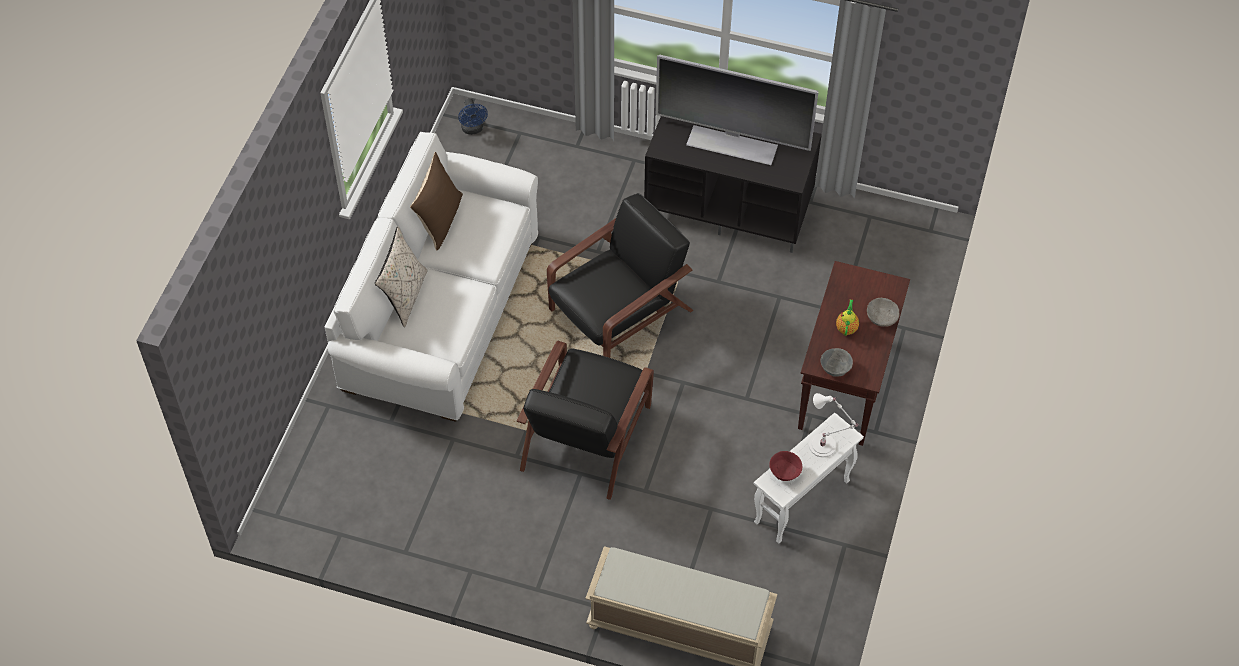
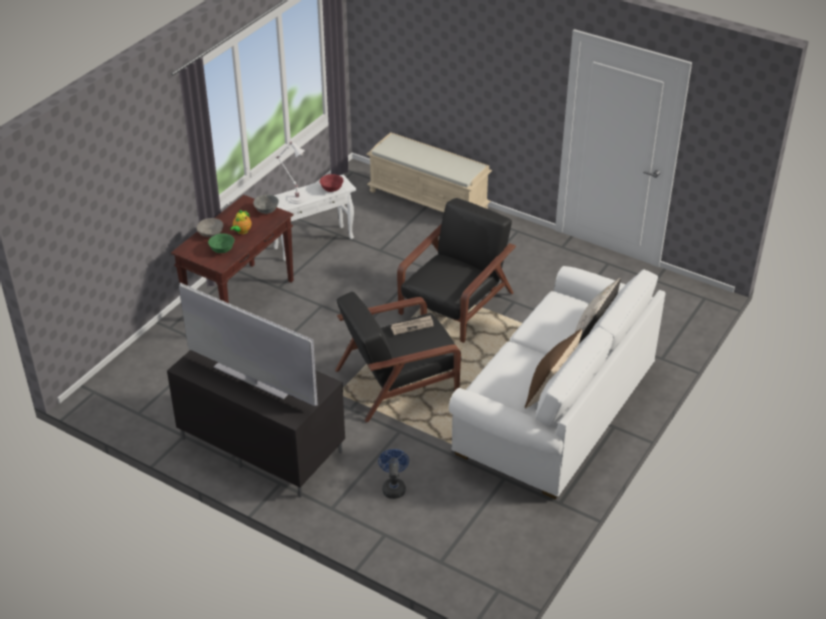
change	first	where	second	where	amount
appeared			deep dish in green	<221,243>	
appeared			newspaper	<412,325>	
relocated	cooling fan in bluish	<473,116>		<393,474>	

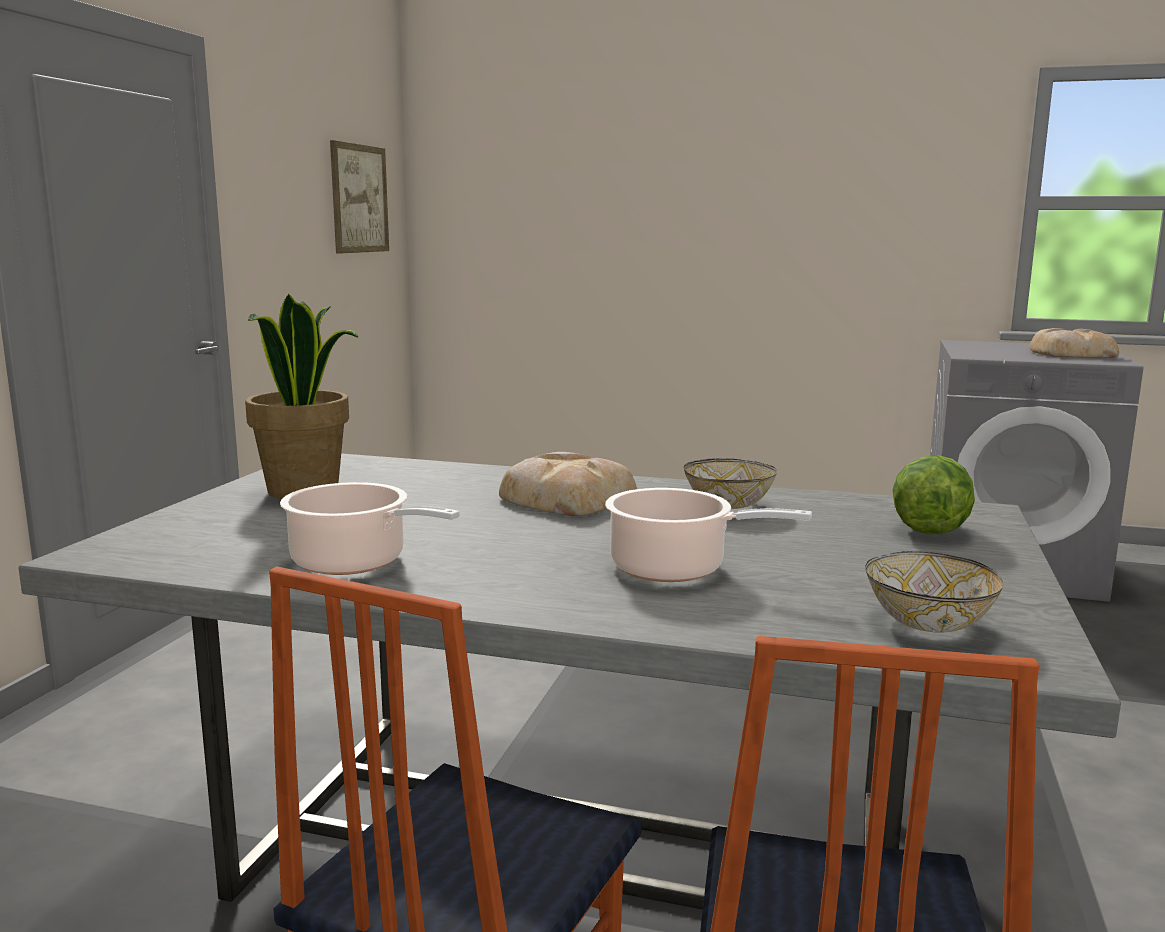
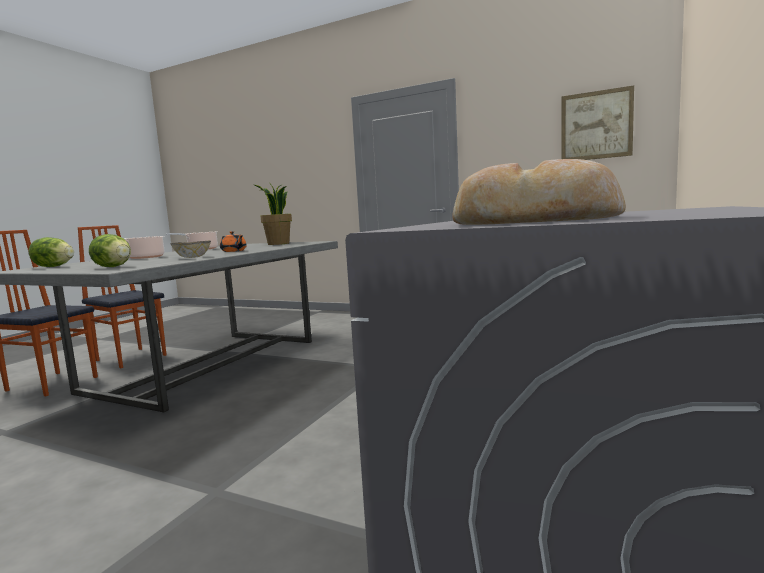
change	first	where	second	where	amount
exchanged	bakery bread	<568,484>	tea pot in orange-coloured	<233,241>	
exchanged	deep dish	<934,592>	head of lettuce	<51,252>	

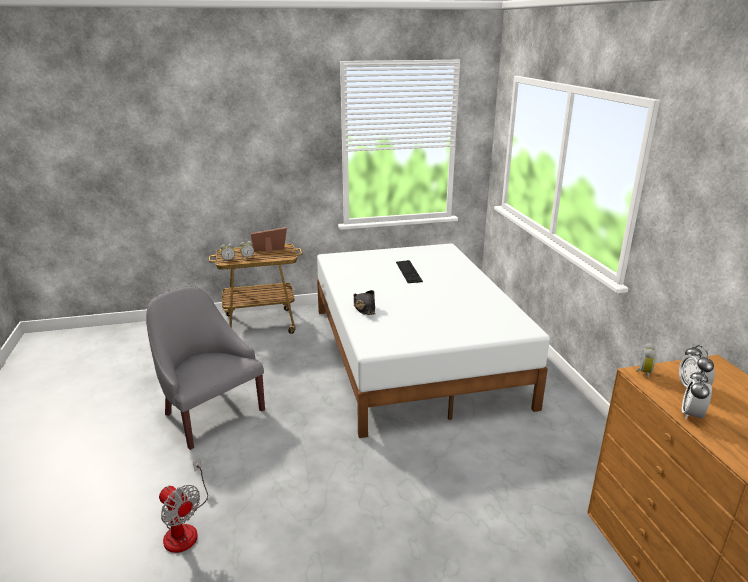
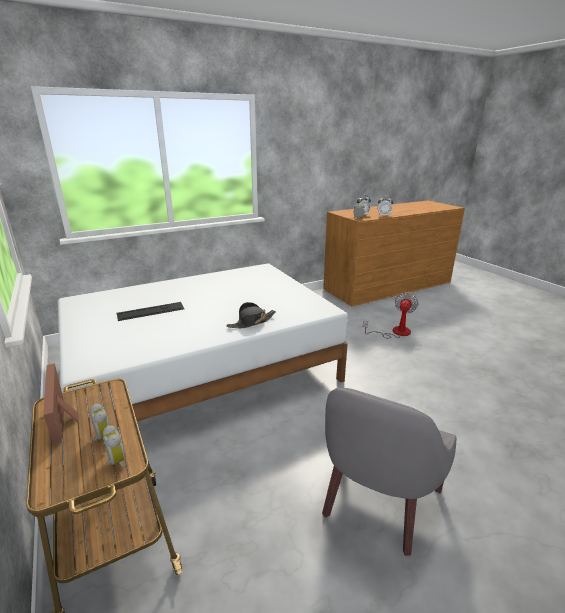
change	first	where	second	where	amount
relocated	cooling fan	<183,505>		<390,315>	

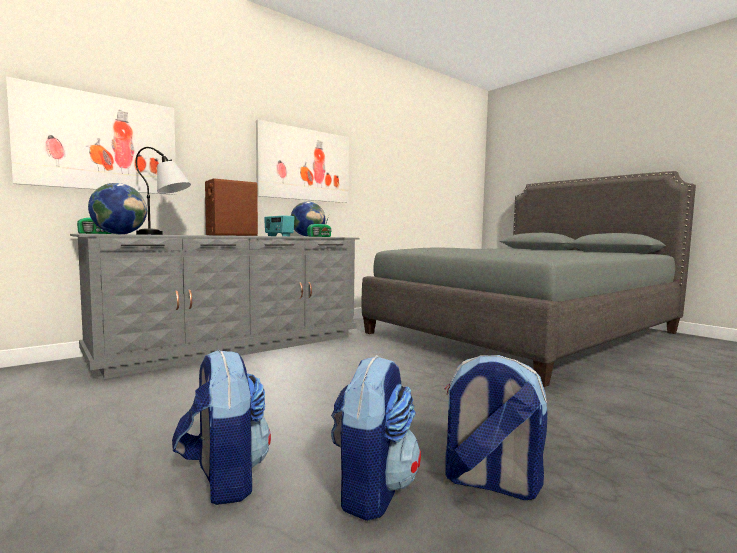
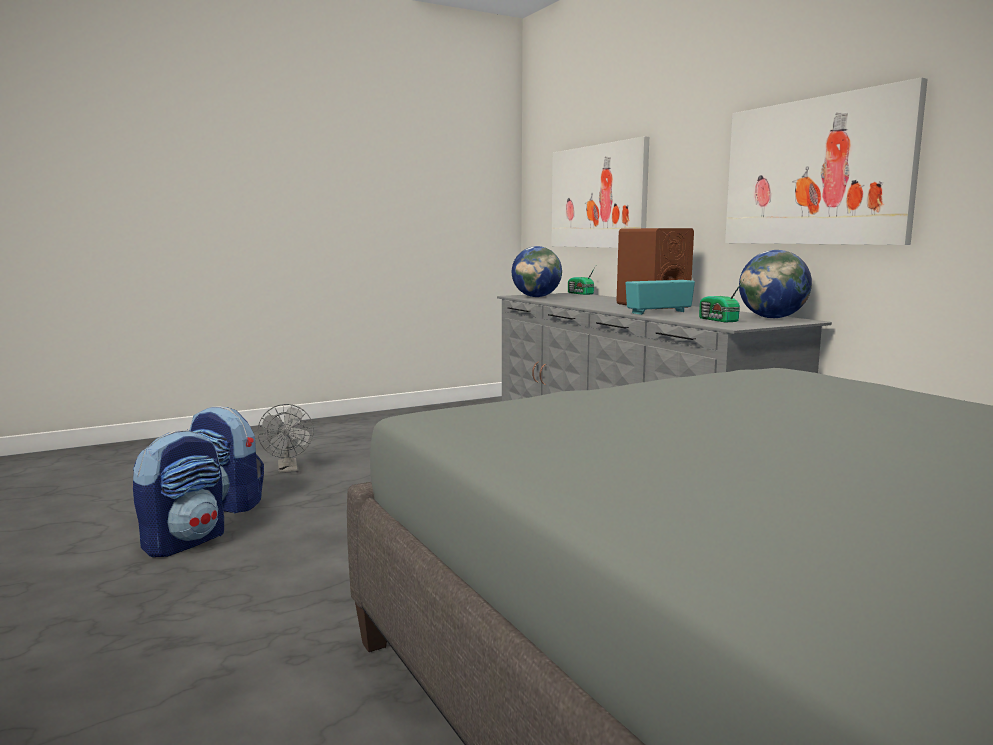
change	first	where	second	where	amount
missing	lamp for a table	<163,191>			
exchanged	rucksack	<221,427>	cooling fan in gray	<285,438>	

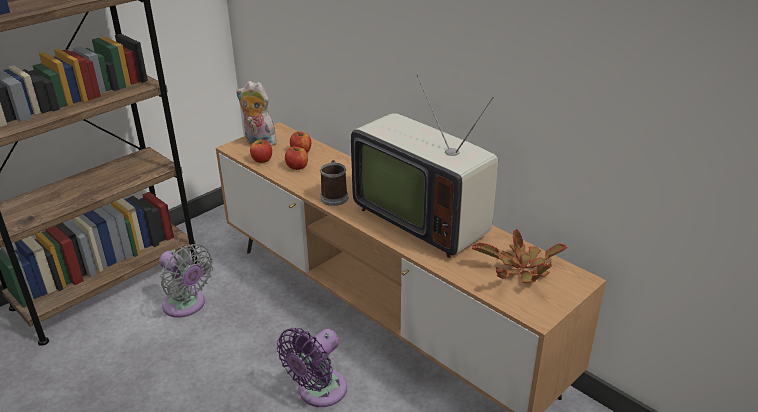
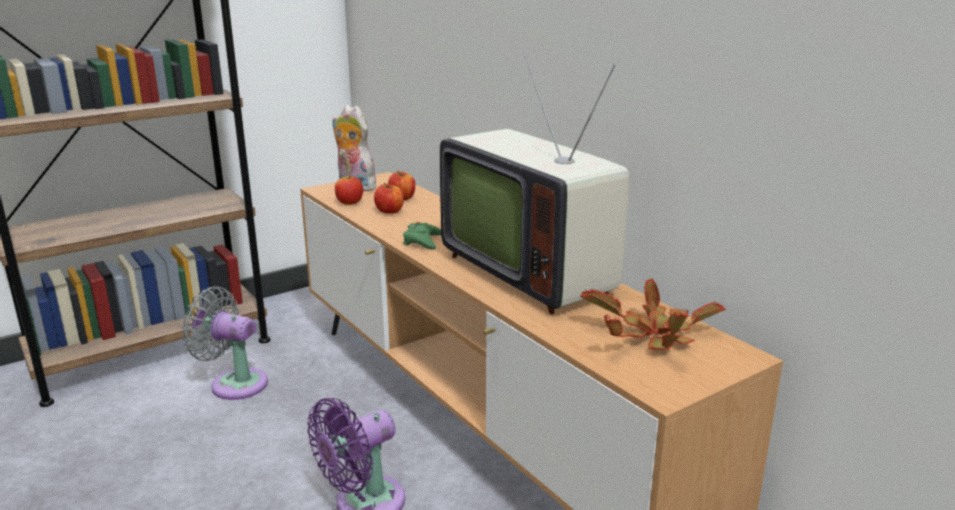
change	first	where	second	where	amount
exchanged	tea mug	<334,183>	game controller in green	<422,236>	
spun	cooling fan in gray	<186,281>		<225,343>	150 degrees clockwise

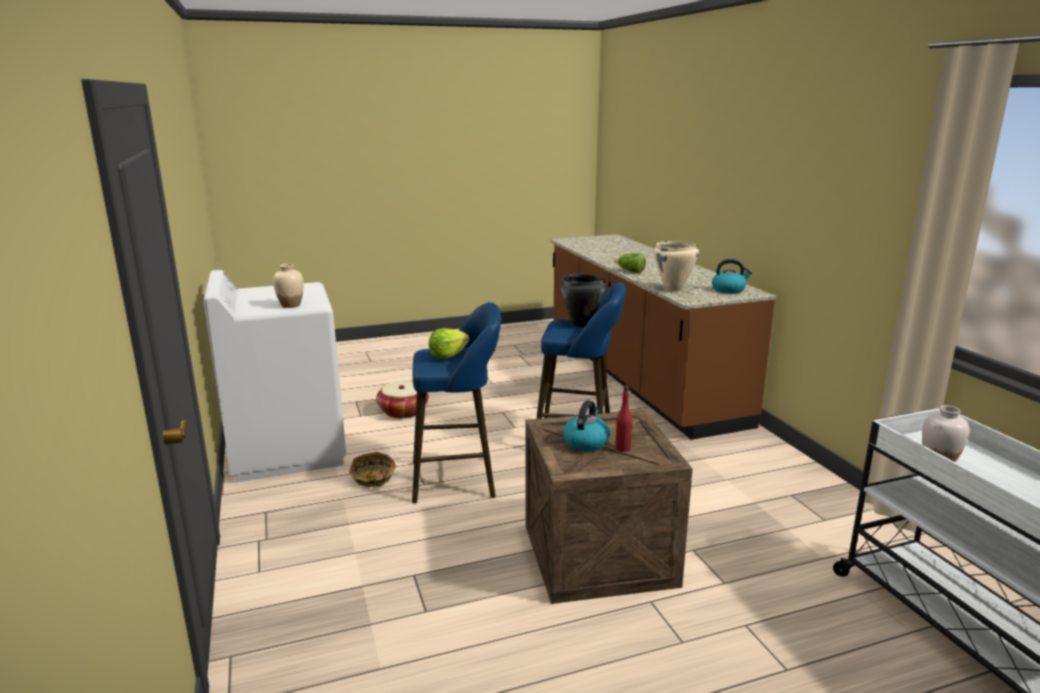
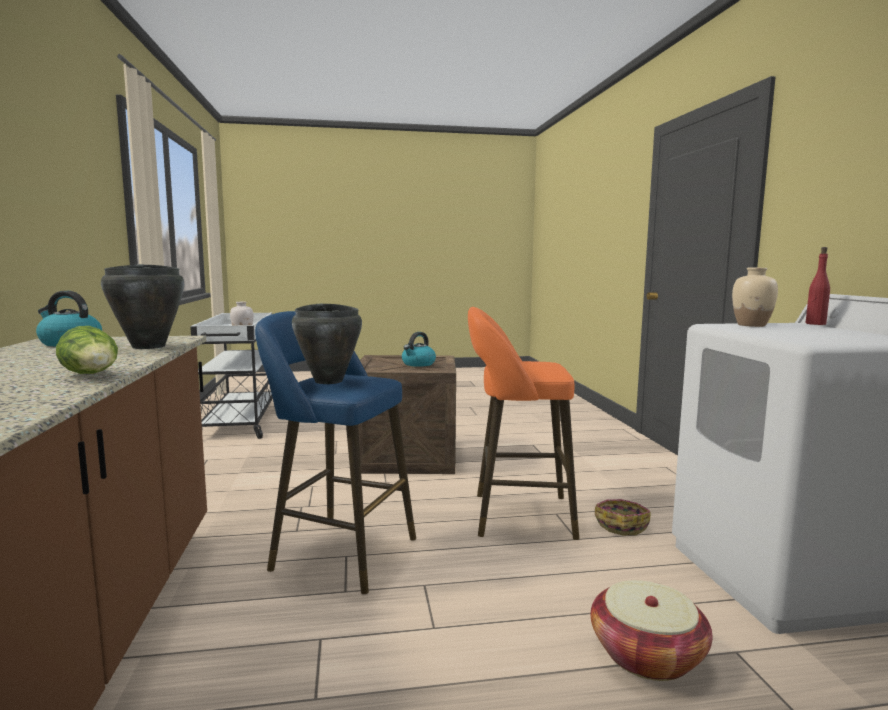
change	first	where	second	where	amount
missing	head of lettuce	<449,343>			
relocated	bottle in red	<624,418>		<817,286>	
colour	stool in bluish	<456,402>	stool in orange-coloured	<523,423>	
colour	stockpot in beige	<676,266>	stockpot in black	<142,306>	

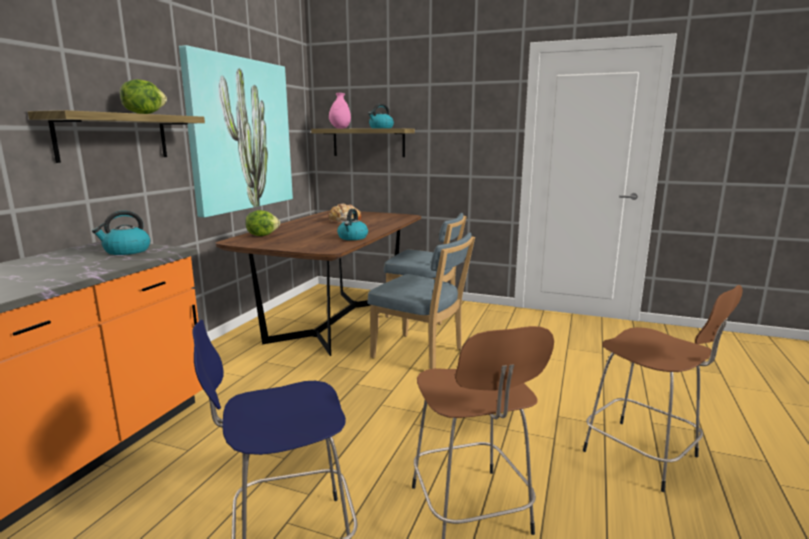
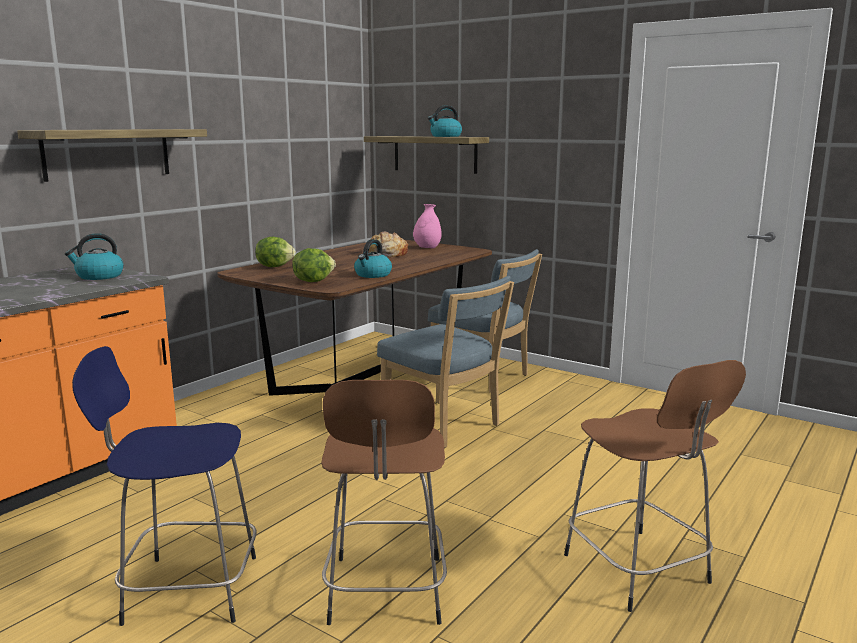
change	first	where	second	where	amount
missing	wall picture	<236,131>			
relocated	head of lettuce	<143,96>		<314,265>	
relocated	decorative vase in pinkish	<340,111>		<427,226>	

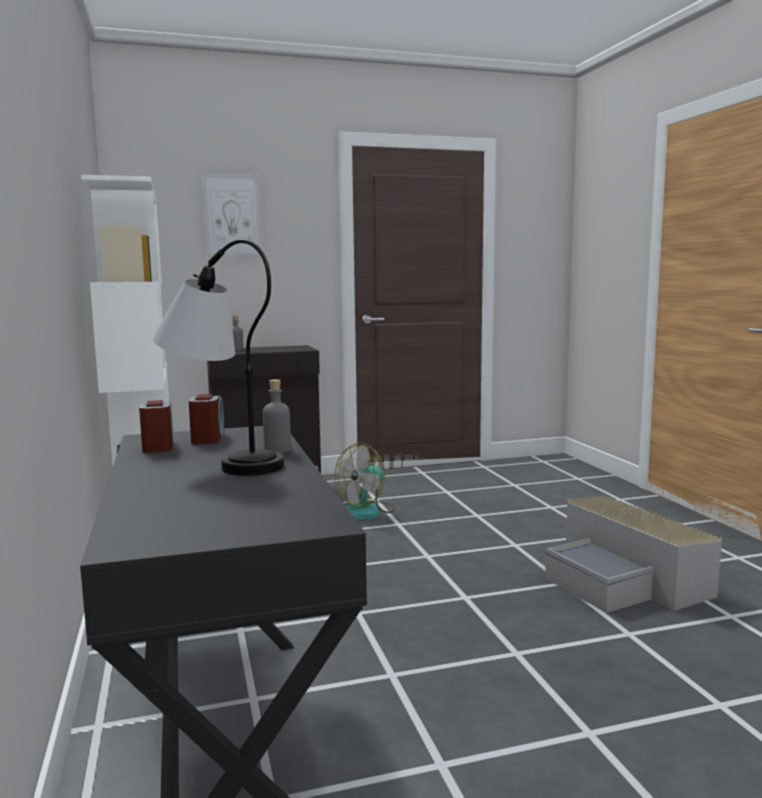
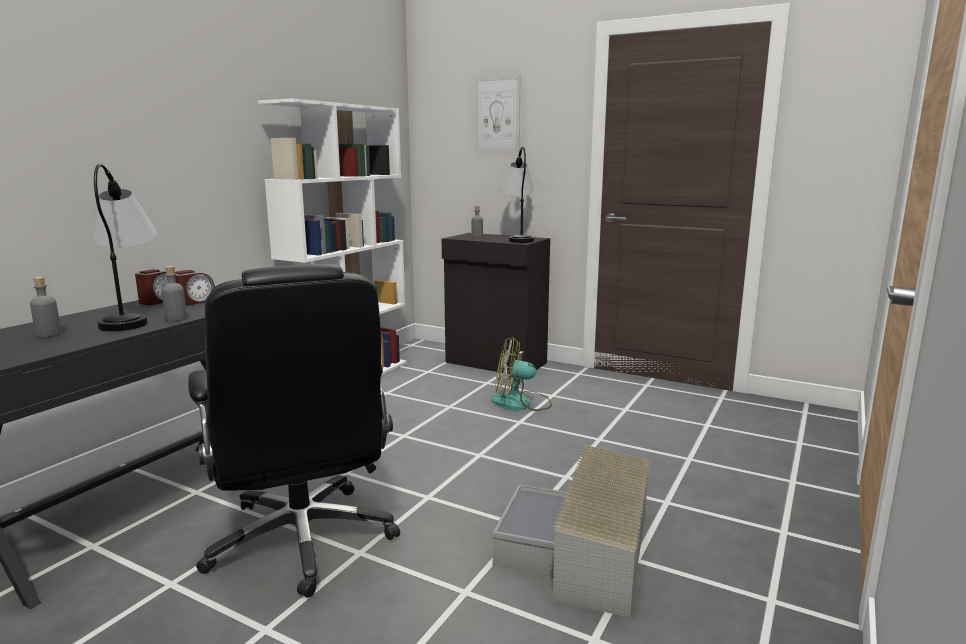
change	first	where	second	where	amount
appeared			bottle in gray	<45,307>	
appeared			office chair in black	<294,431>	
appeared			lamp for a table	<517,194>	

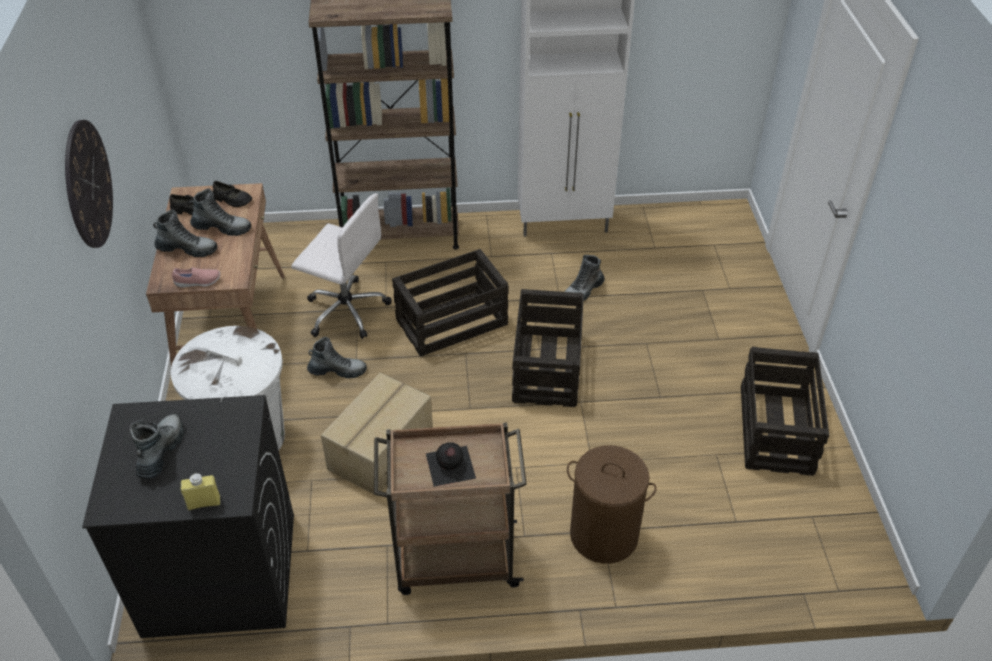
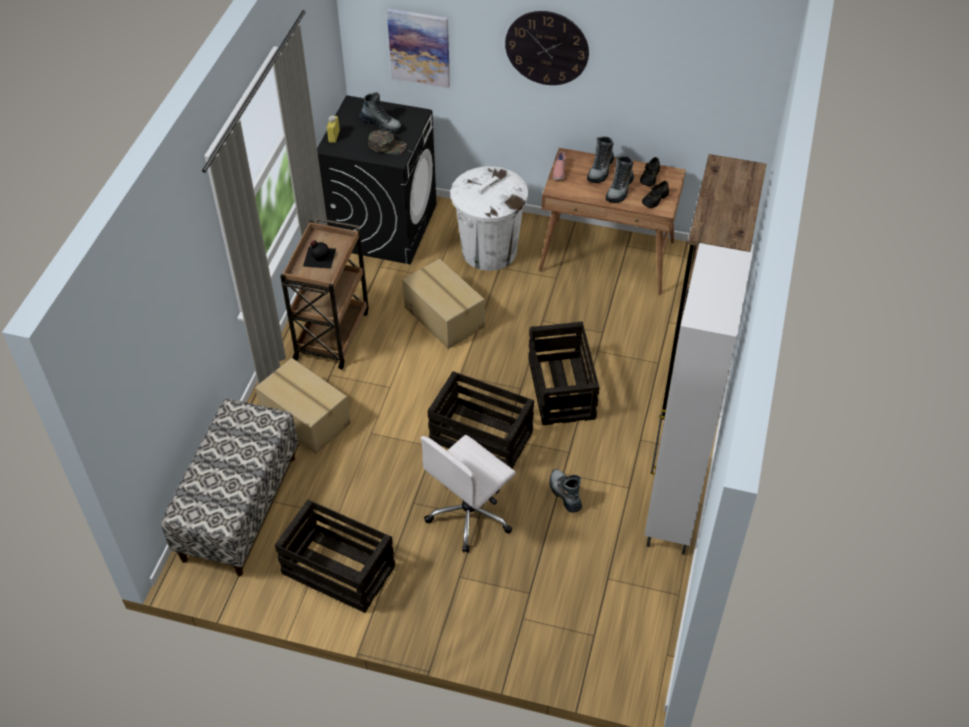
change	first	where	second	where	amount
missing	tall boot	<337,358>			
appeared			long seat	<229,487>	
appeared			baseball cap in green	<387,142>	
appeared			wall picture	<418,48>	
relocated	office chair in white-coloured	<342,266>		<468,494>	
exchanged	washing basket in brownish	<612,504>	packing box	<303,406>	

